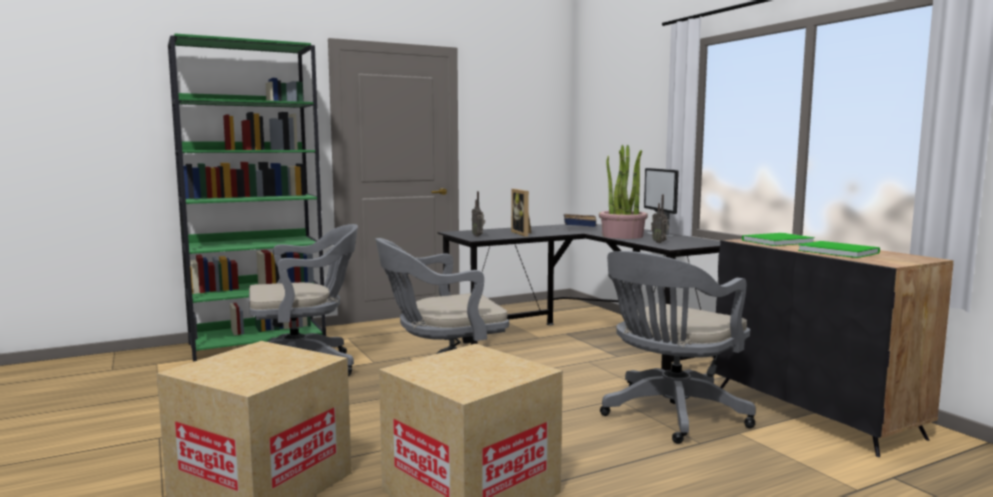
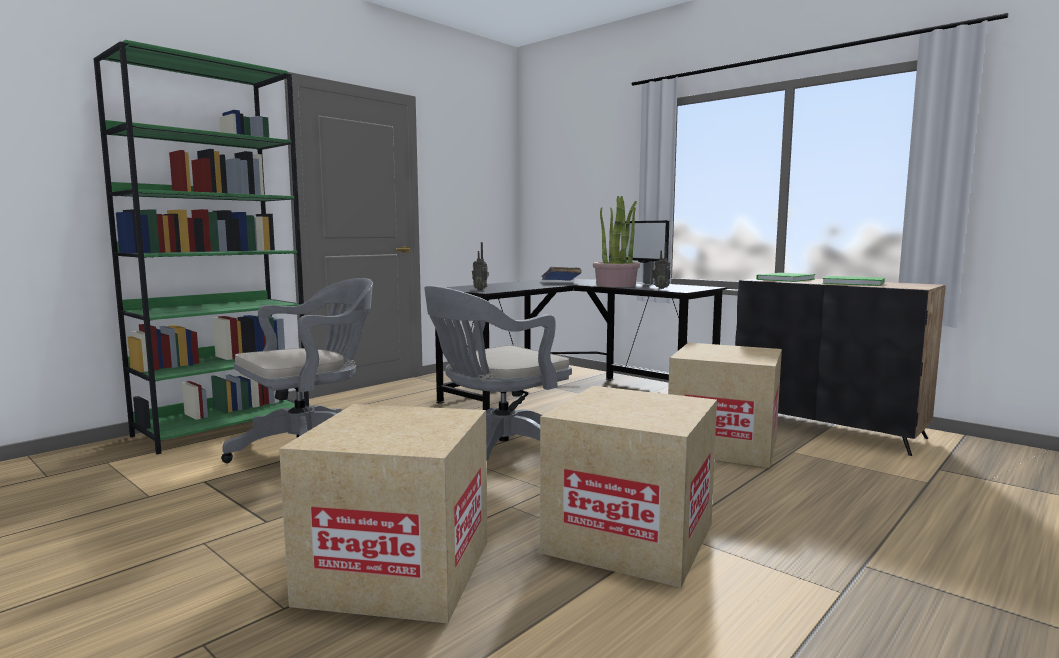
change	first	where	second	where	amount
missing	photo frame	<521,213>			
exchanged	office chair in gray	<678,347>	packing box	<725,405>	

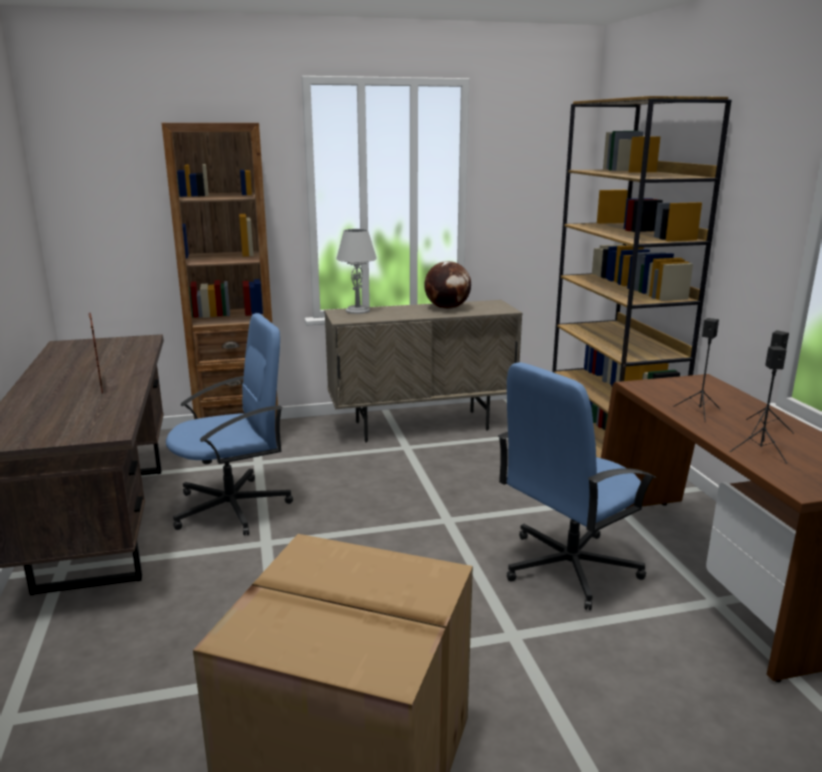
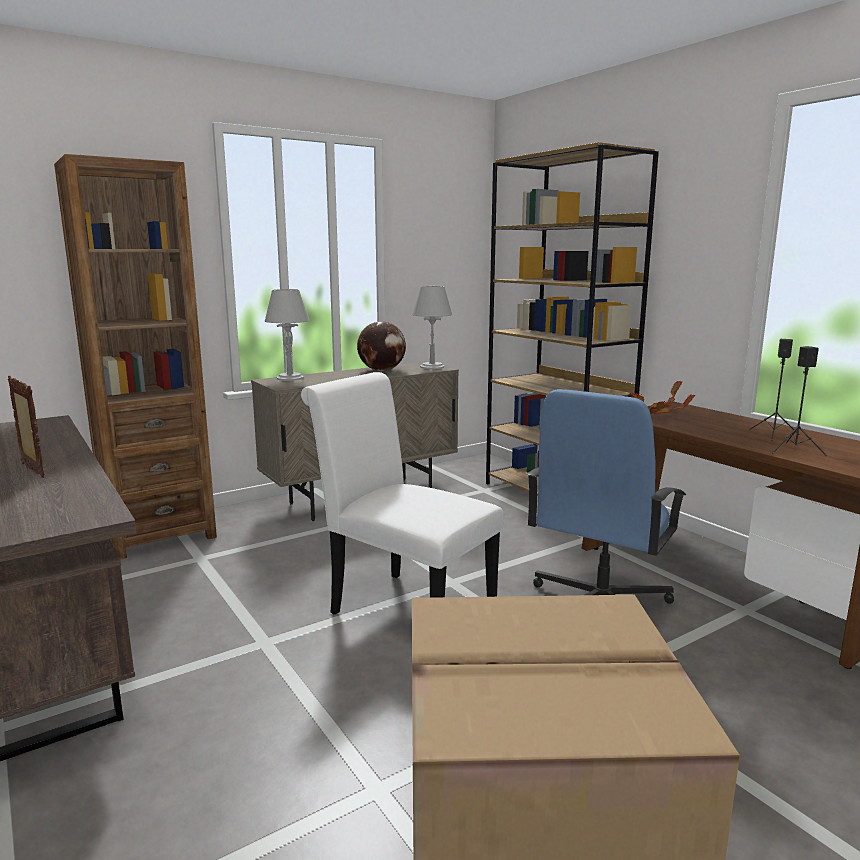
change	first	where	second	where	amount
missing	office chair in bluish	<229,424>			
missing	loudspeaker in black	<696,370>			
appeared			plain chair in white-coloured	<402,493>	
appeared			lamp for a table in gray	<432,327>	
appeared			plant in a pot	<662,397>	

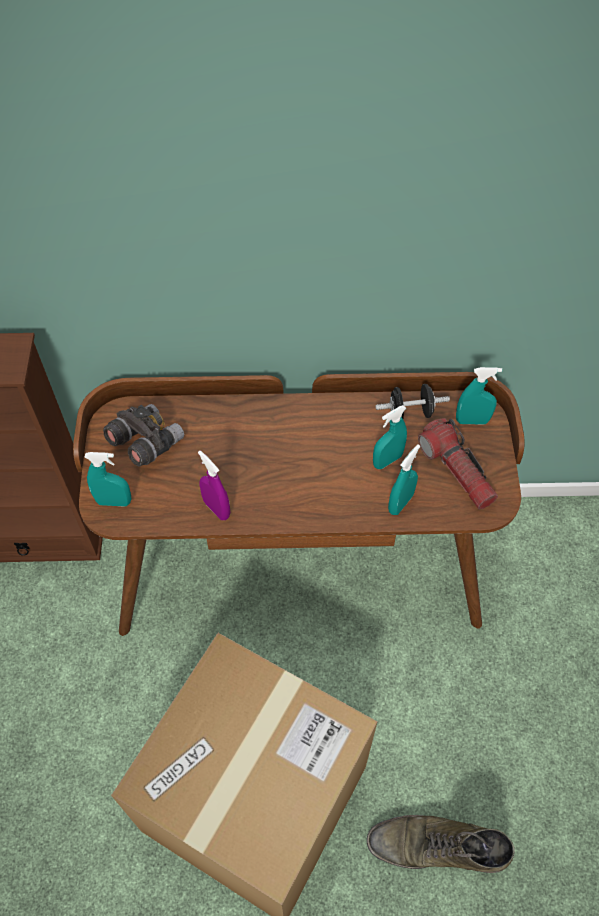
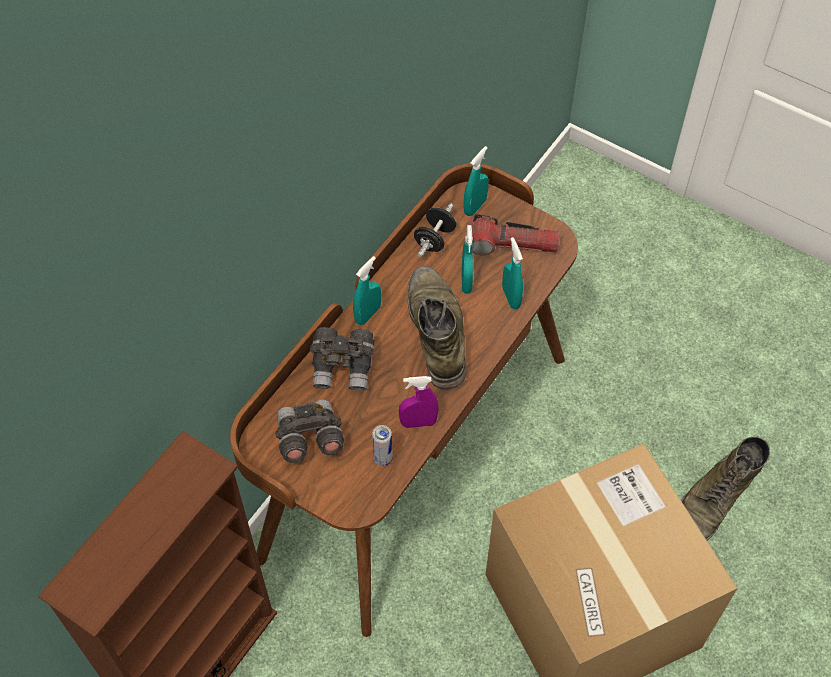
change	first	where	second	where	amount
appeared			binoculars in gray	<342,359>	
appeared			metal can	<382,445>	
appeared			tall boot in green	<437,327>	
relocated	spray bottle in turquoise-coloured	<108,479>		<367,290>	

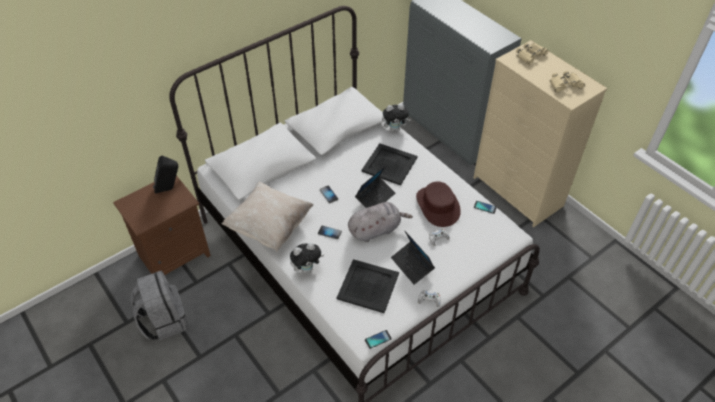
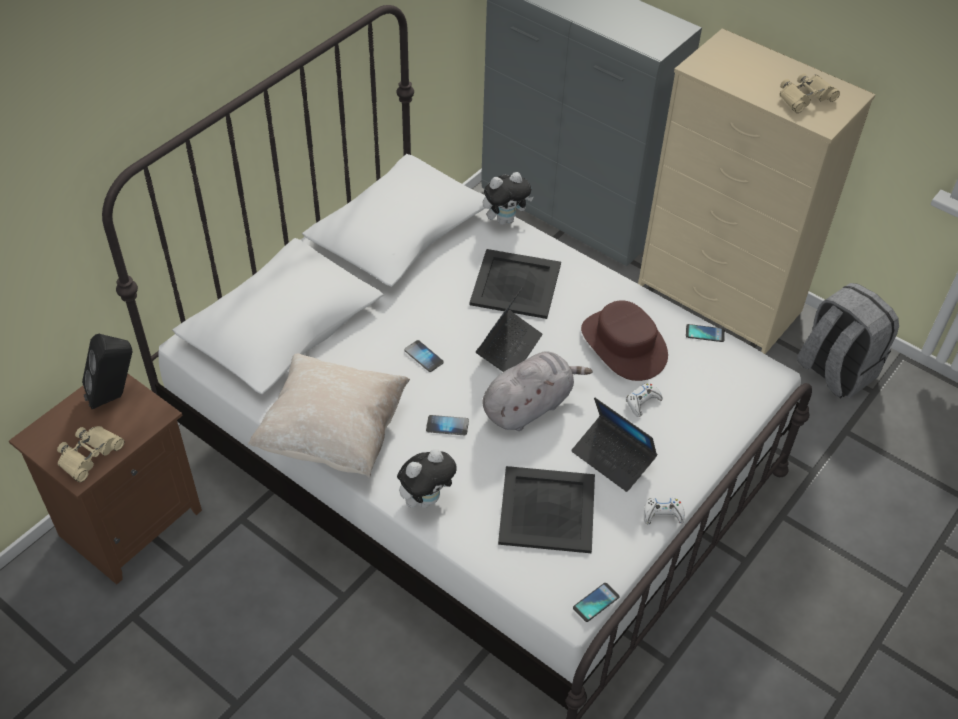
change	first	where	second	where	amount
relocated	rucksack in gray	<159,306>		<848,341>	
relocated	binoculars in beige	<532,53>		<90,454>	

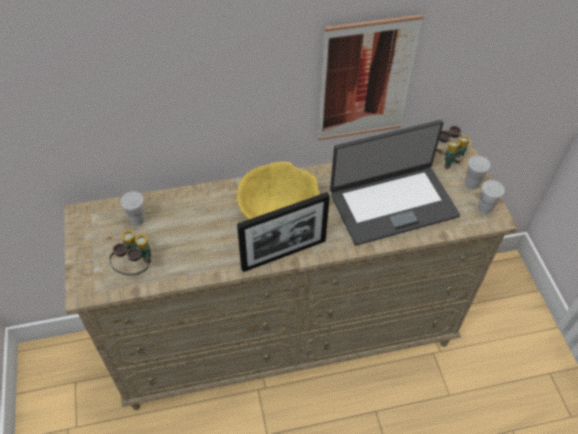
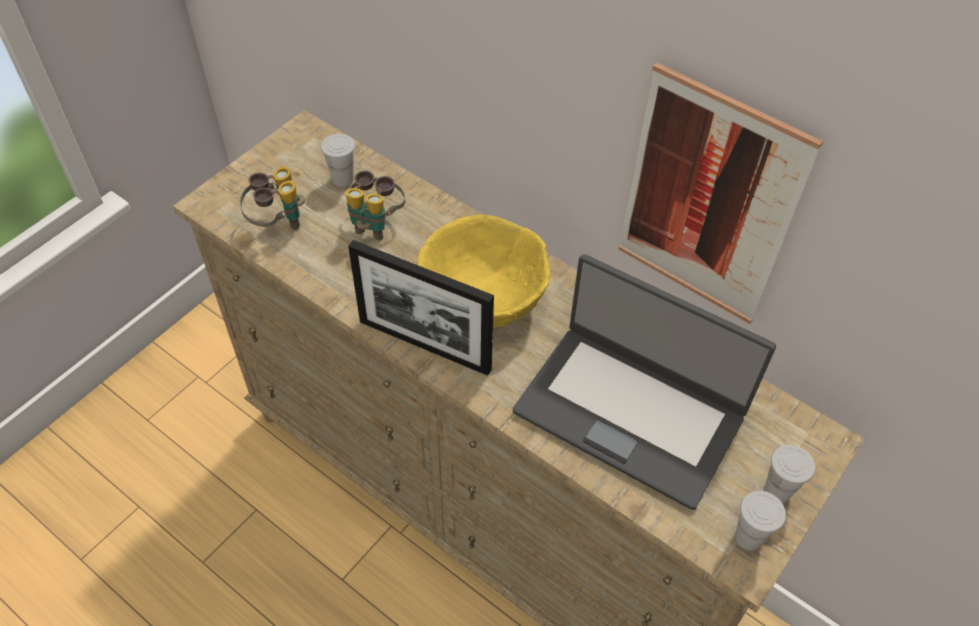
change	first	where	second	where	amount
relocated	binoculars	<453,147>		<375,205>	

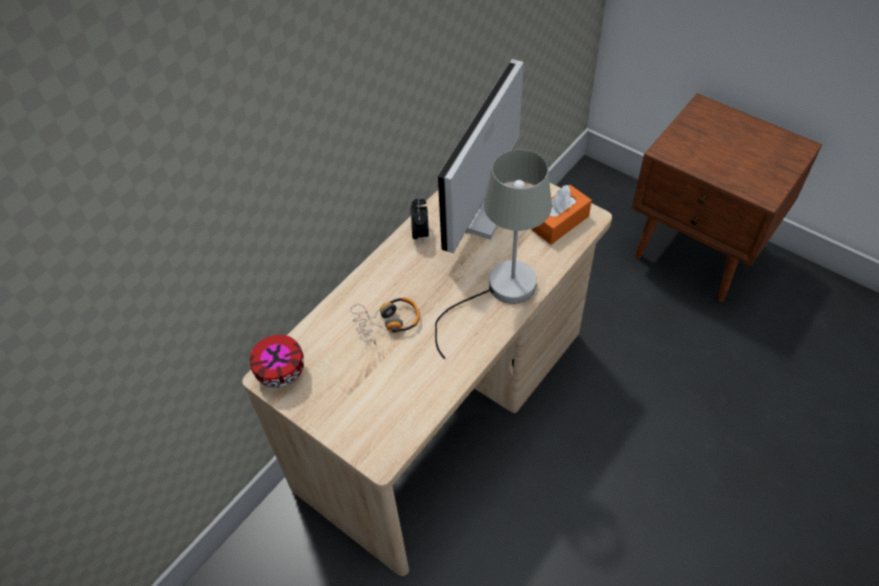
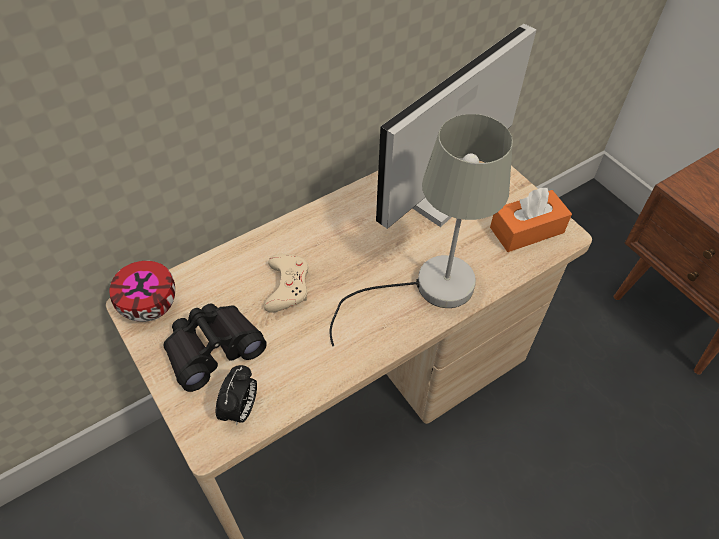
change	first	where	second	where	amount
appeared			binoculars in black	<215,348>	
relocated	bedside clock	<420,220>		<236,395>	
exchanged	pair of headphones	<385,322>	game controller in beige	<286,283>	

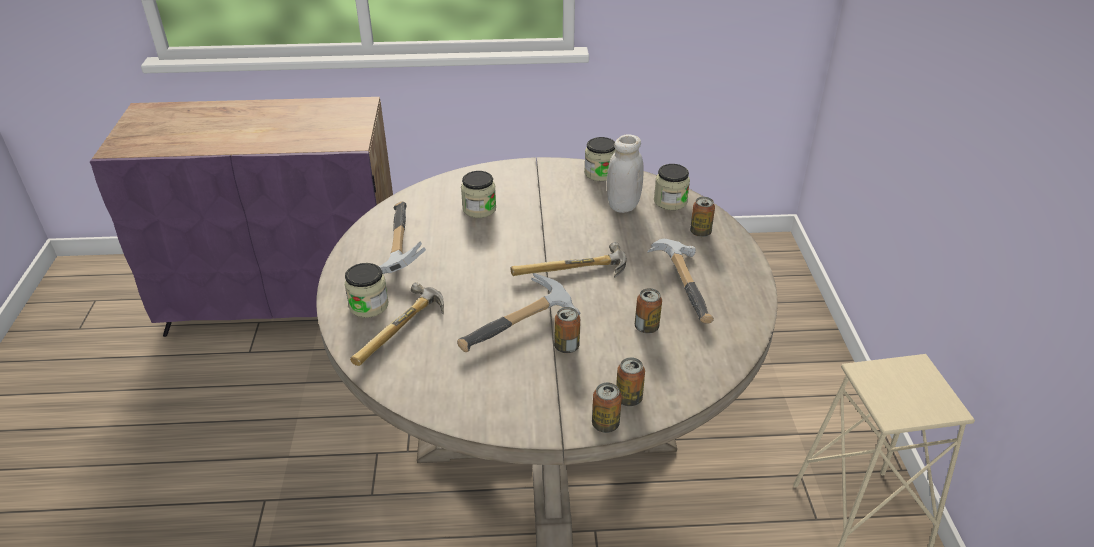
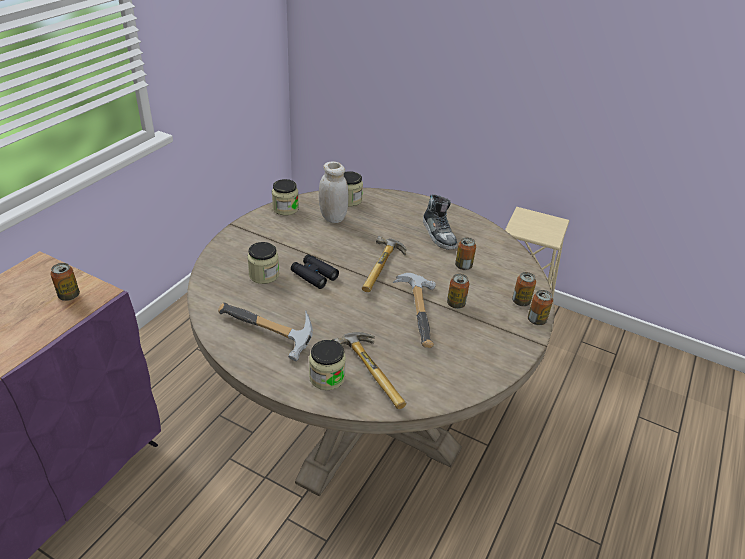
change	first	where	second	where	amount
appeared			binoculars in black	<315,271>	
relocated	metal can	<702,217>		<65,282>	
exchanged	hand hammer	<680,281>	low shoe	<440,222>	

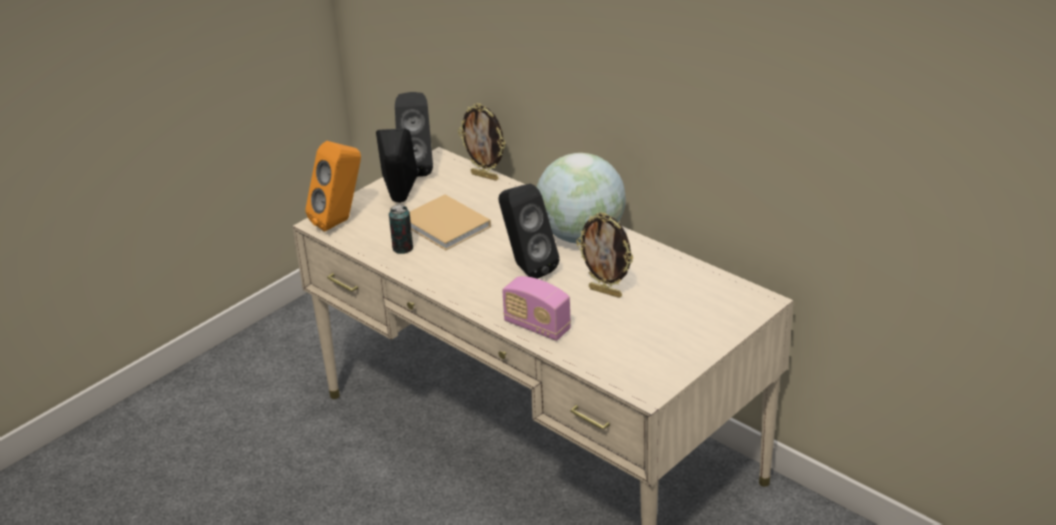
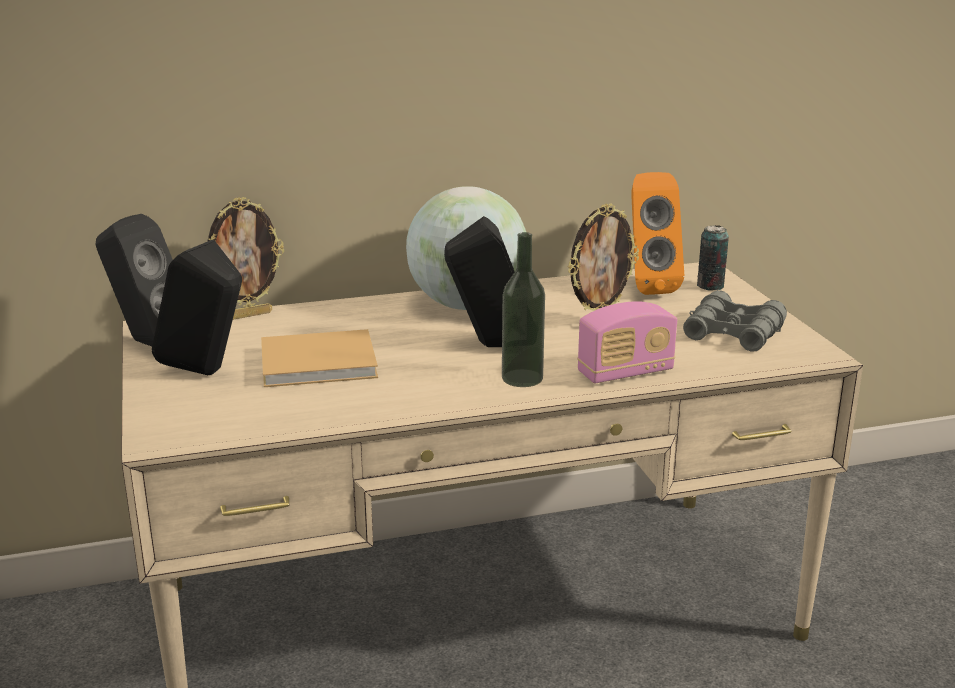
change	first	where	second	where	amount
appeared			bottle	<523,309>	
appeared			binoculars in gray	<735,321>	
relocated	loudspeaker in orange-coloured	<333,186>		<657,233>	
relocated	metal can	<401,229>		<713,258>	

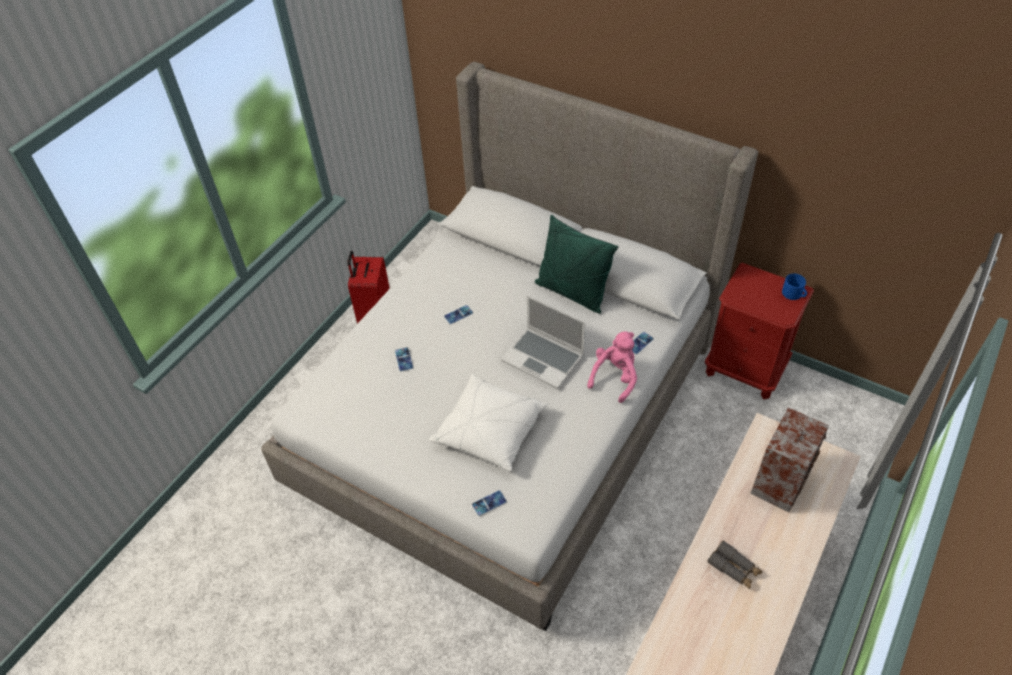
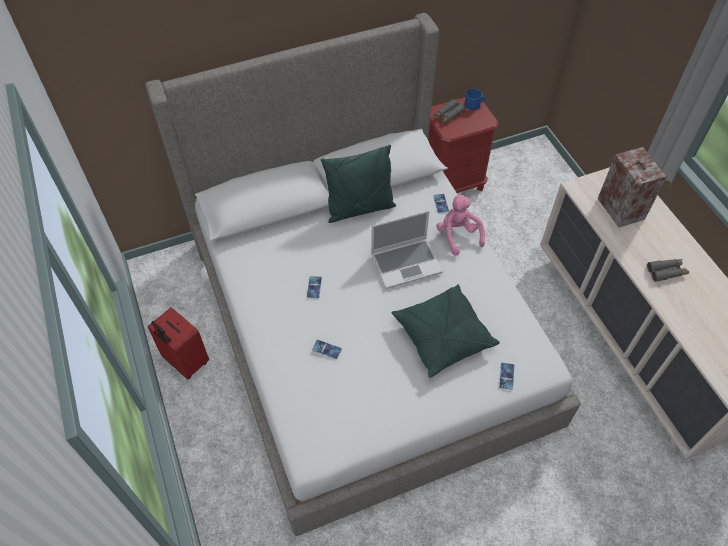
change	first	where	second	where	amount
appeared			binoculars in gray	<449,111>	
colour	cushion in white-coloured	<488,423>	cushion in green	<446,331>	

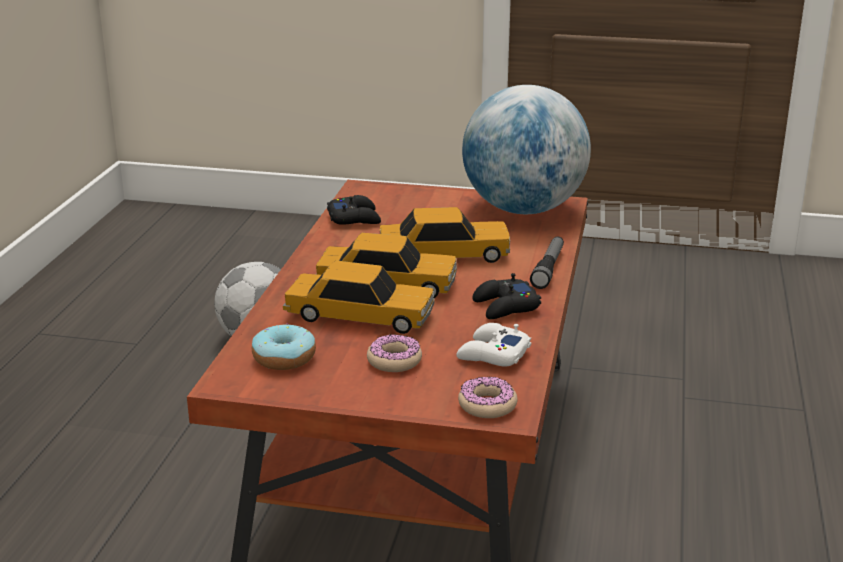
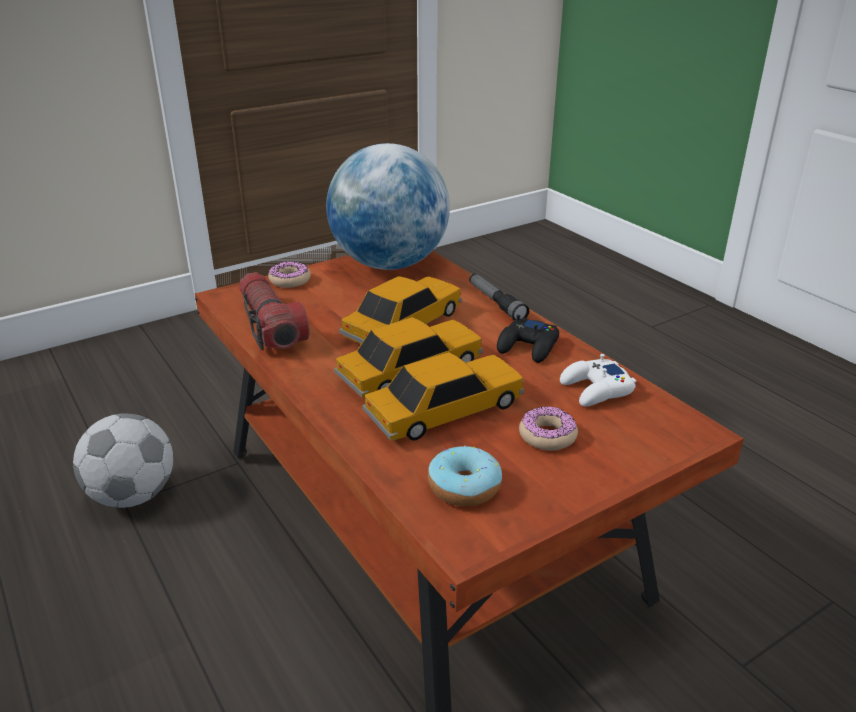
change	first	where	second	where	amount
relocated	doughnut	<488,397>		<289,274>	
exchanged	game controller in black	<354,210>	flashlight	<274,311>	

